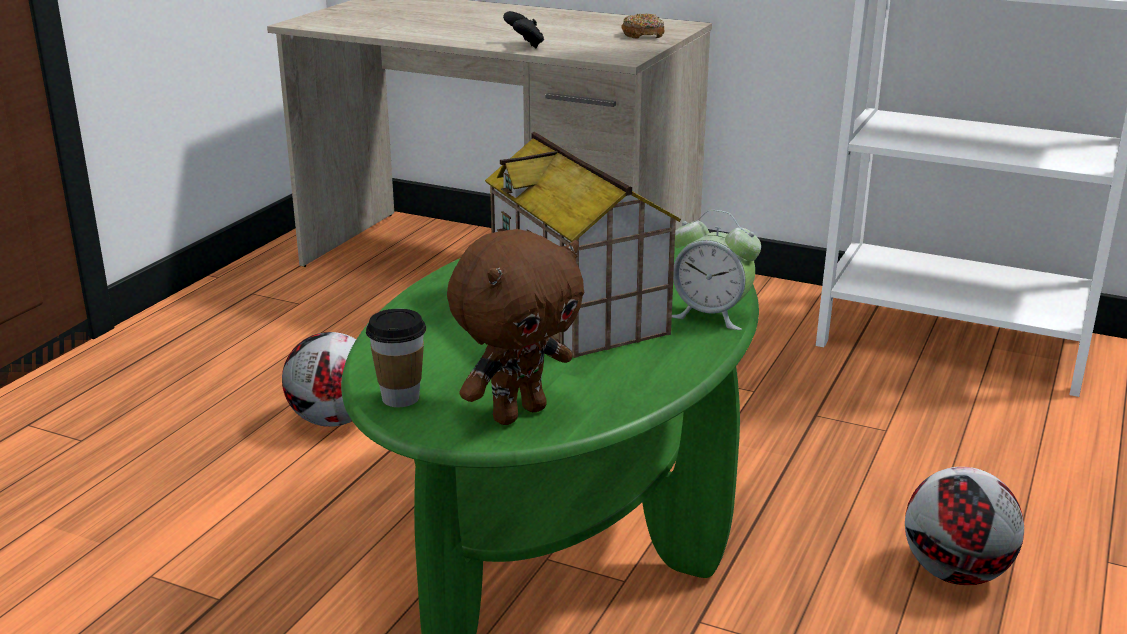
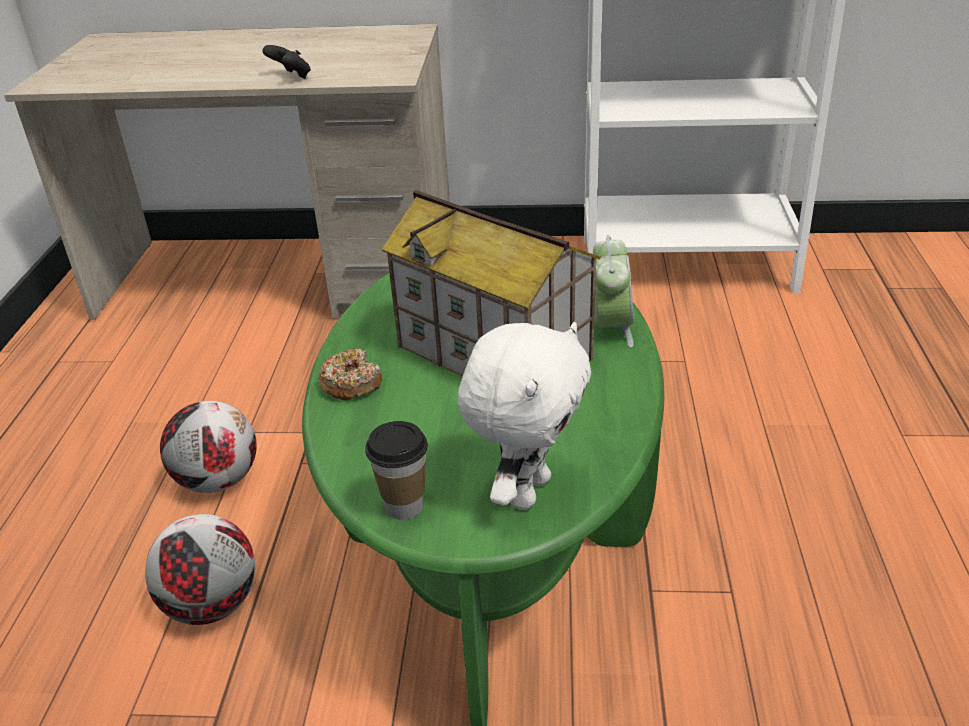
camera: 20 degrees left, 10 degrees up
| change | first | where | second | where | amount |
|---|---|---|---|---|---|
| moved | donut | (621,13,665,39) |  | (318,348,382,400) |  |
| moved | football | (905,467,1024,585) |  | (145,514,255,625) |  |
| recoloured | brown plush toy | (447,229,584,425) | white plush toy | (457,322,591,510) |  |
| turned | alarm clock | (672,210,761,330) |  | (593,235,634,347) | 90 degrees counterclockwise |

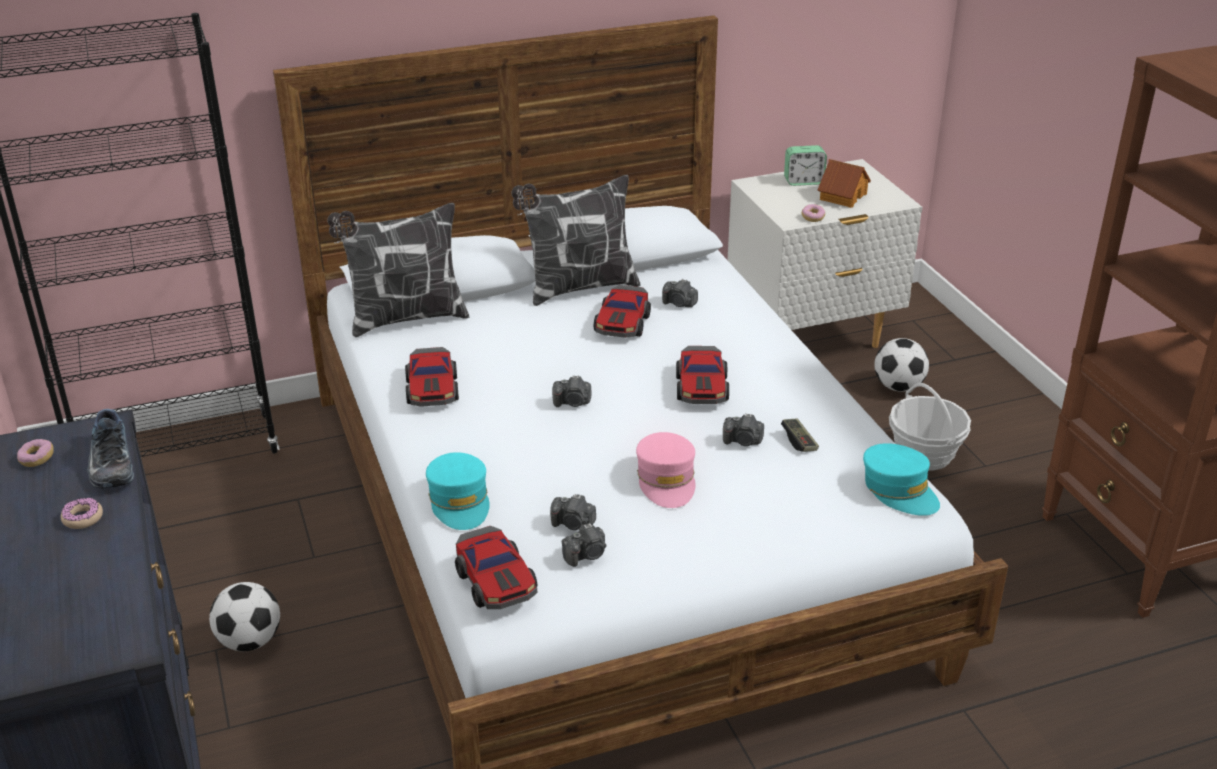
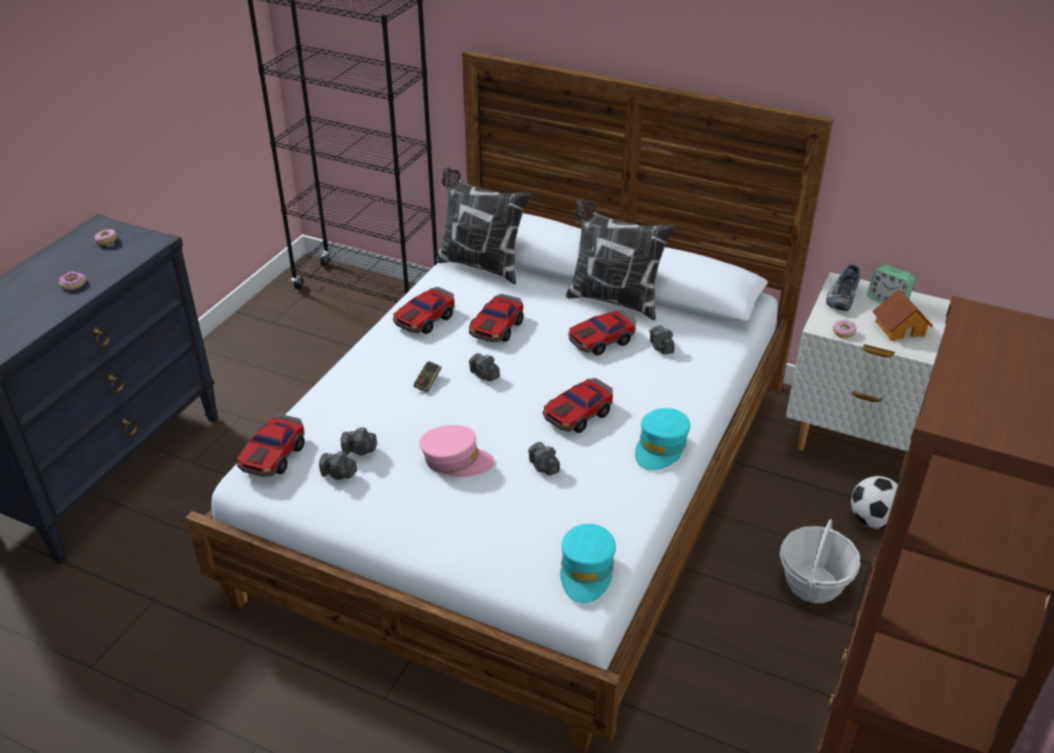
camera: 45 degrees right, 5 degrees up
| change | first | where | second | where | amount |
|---|---|---|---|---|---|
| removed | football | (209,582,280,651) |  |  |  |
| added |  |  | toy car | (469,294,524,342) |  |
| moved | shoe | (87,409,134,489) |  | (826,264,860,311) |  |
| moved | turquoise cap | (426,452,490,530) |  | (635,408,690,470) |  |
| moved | game controller | (781,419,819,452) |  | (414,361,441,393) |  |
| turned | photo camera | (550,494,596,530) |  | (341,427,377,455) | 60 degrees counterclockwise |
| turned | pink cap | (636,432,696,508) |  | (420,425,494,477) | 120 degrees counterclockwise |

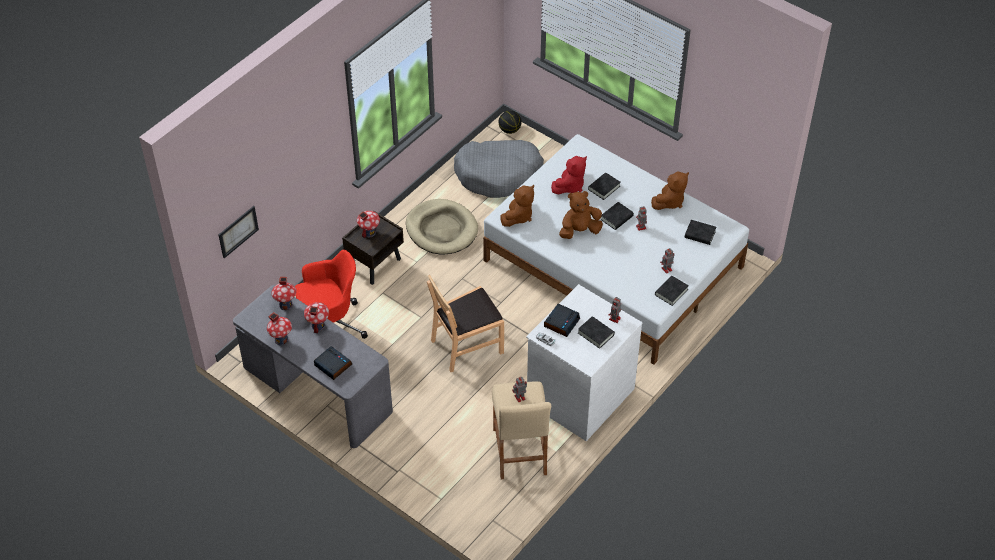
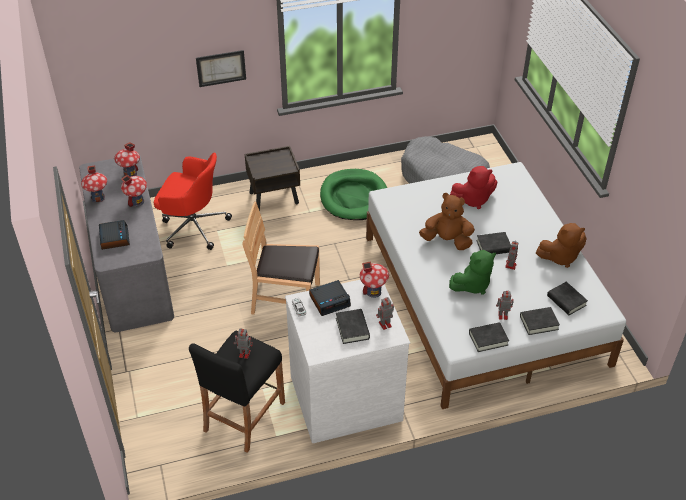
camera: 35 degrees right, 5 degrees down
| change | first | where | second | where | amount |
|---|---|---|---|---|---|
| removed | basketball | (499,111,521,134) |  |  |  |
| removed | brown plush toy | (500,185,534,227) |  |  |  |
| added |  |  | green plush toy | (449,250,496,295) |  |
| moved | picture | (218,206,259,258) |  | (196,50,246,87) |  |
| moved | toy house | (357,211,380,238) |  | (360,261,389,298) |  |
| moved | black book | (588,173,621,200) |  | (520,307,560,335) |  |
| recoloured | beige dog bed | (406,199,478,255) | green dog bed | (320,169,387,220) |  |
| recoloured | beige stool | (492,381,551,479) | black stool | (189,331,285,453) |  |

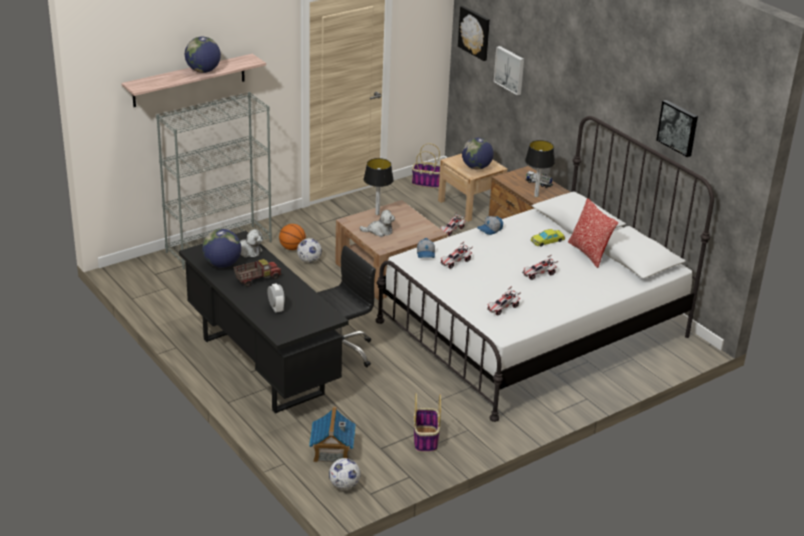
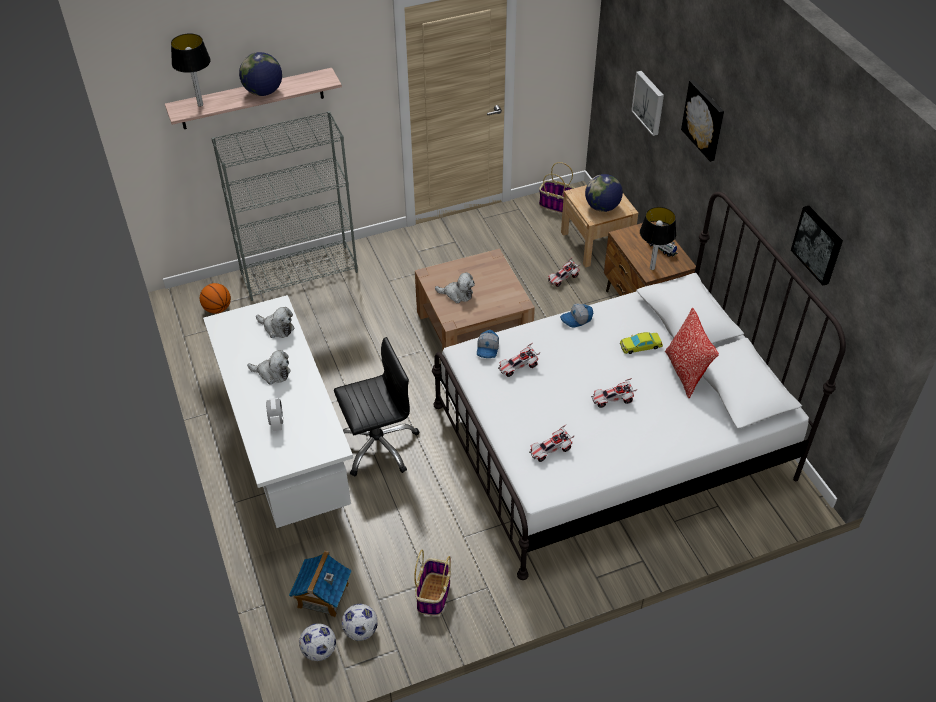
camera: 15 degrees right, 15 degrees up
| change | first | where | second | where | amount |
|---|---|---|---|---|---|
| removed | globe | (202,229,241,268) |  |  |  |
| moved | basketball | (279,224,306,250) |  | (200,283,231,314) |  |
| moved | football | (297,238,322,263) |  | (341,604,378,641) |  |
| moved | table lamp | (364,158,394,215) |  | (171,34,211,107) |  |
| moved | picture | (458,6,490,61) |  | (681,80,724,162) |  |
| replaced | toy truck | (233,259,281,287) | plush toy | (247,350,291,385) |  |
| recoloured | black desk | (179,231,348,414) | white desk | (203,295,353,528) |  |

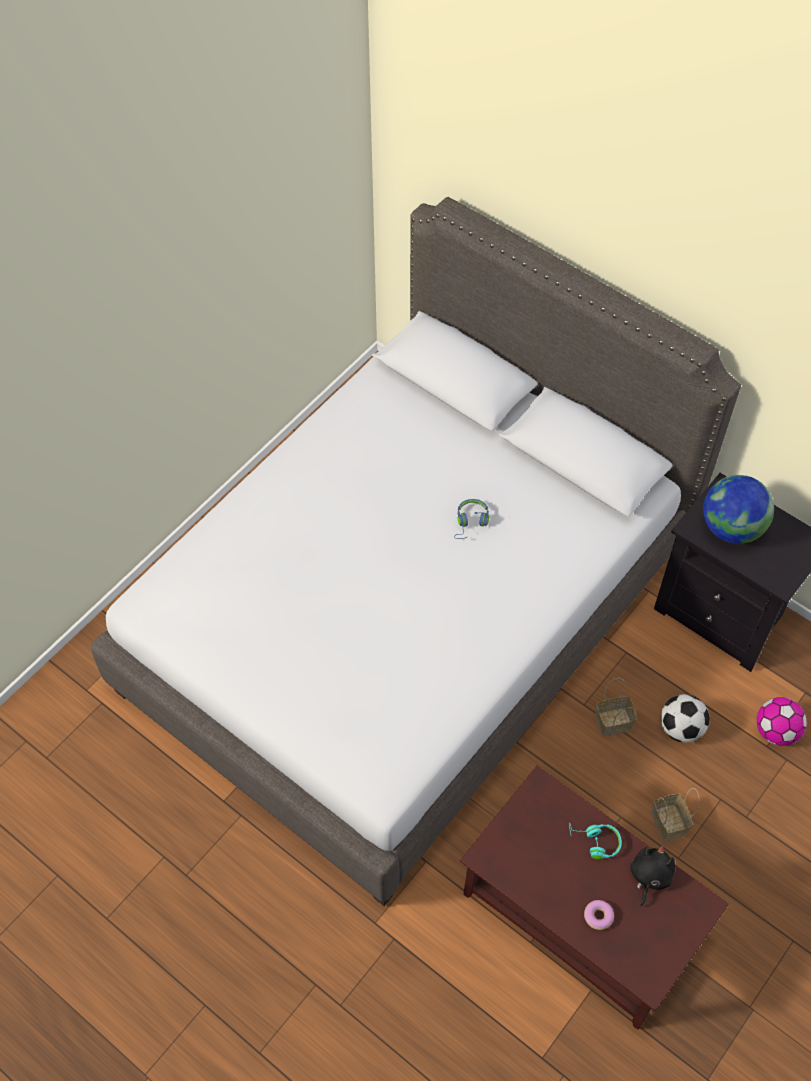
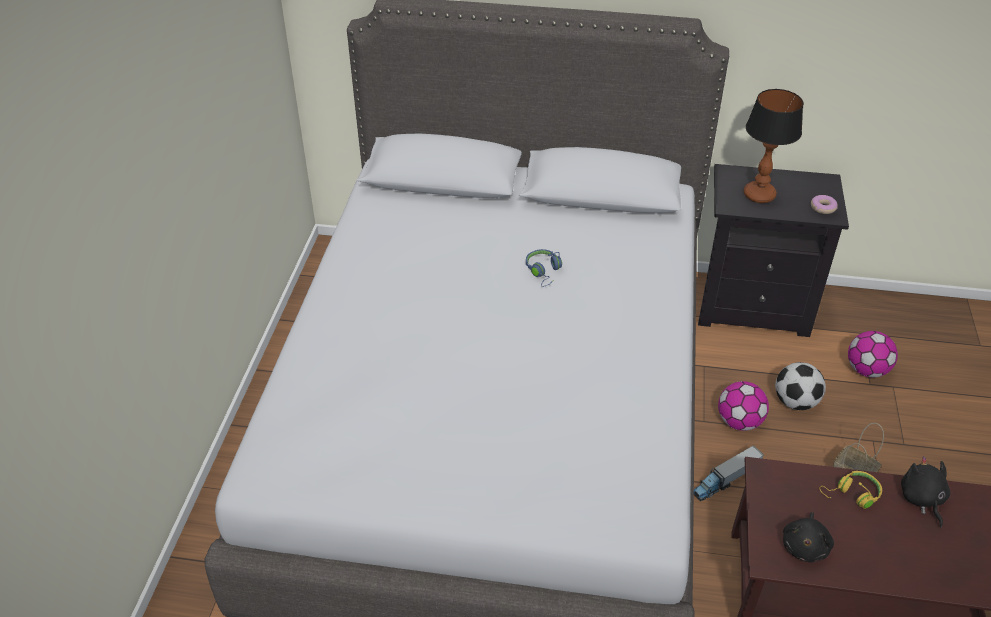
camera: 30 degrees left, 15 degrees down
| change | first | where | second | where | amount |
|---|---|---|---|---|---|
| added |  |  | toy truck | (694,445,763,501) |  |
| added |  |  | black plush toy | (783,512,834,562) |  |
| moved | donut | (584,900,614,930) |  | (811,195,838,214) |  |
| replaced | basket | (595,678,637,736) | football | (718,381,769,431) |  |
| replaced | globe | (703,475,774,544) | table lamp | (744,89,803,203) |  |
| recoloured | turquoise headphones | (569,823,622,859) | yellow headphones | (820,471,882,509) |  |

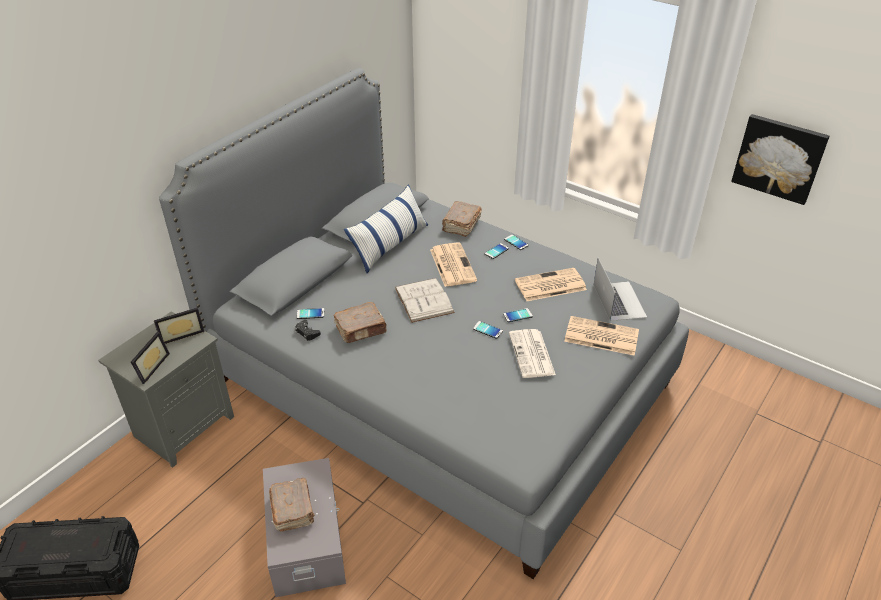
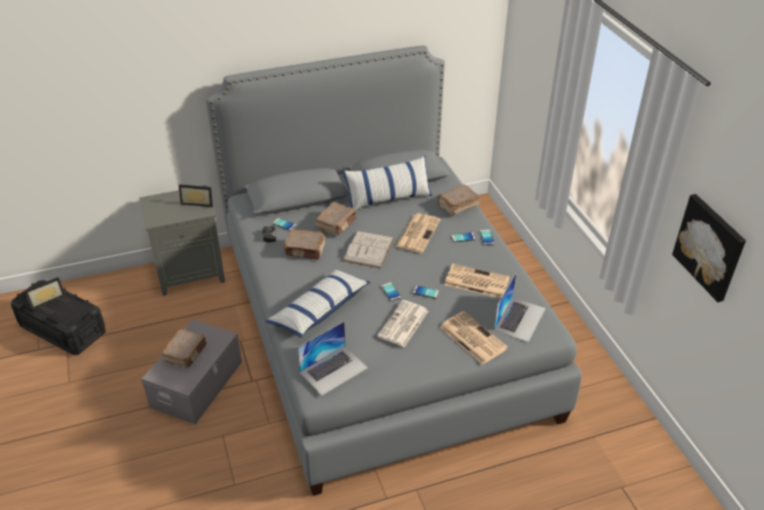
camera: 35 degrees right, 0 degrees up
| change | first | where | second | where | amount |
|---|---|---|---|---|---|
| added |  |  | pillow | (265,269,370,338) |  |
| added |  |  | laptop | (297,322,368,396) |  |
| added |  |  | brown book | (315,202,356,236) |  |
| moved | picture frame | (131,332,170,384) |  | (24,277,66,310) |  |

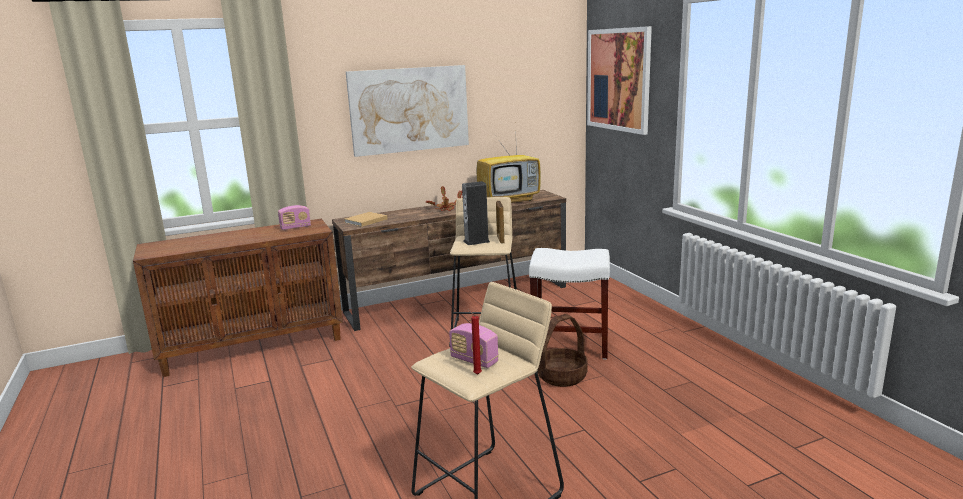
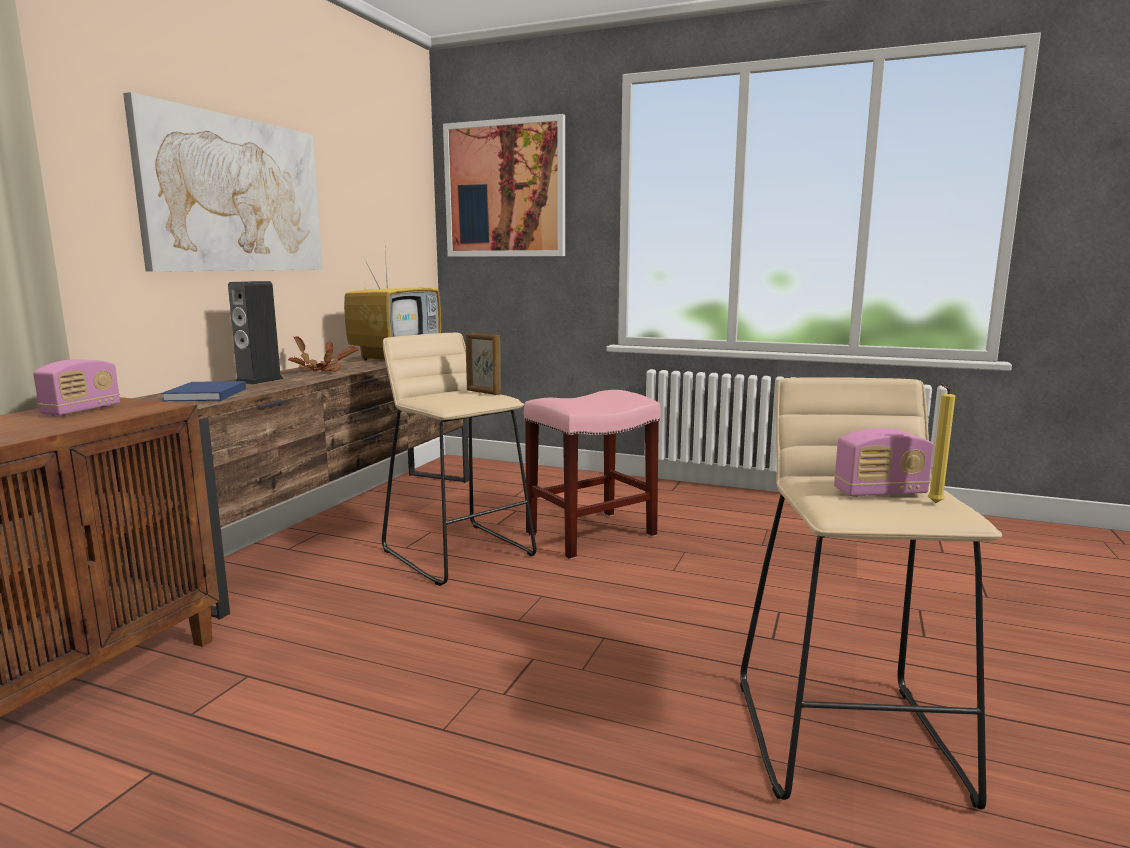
camera: 45 degrees left, 5 degrees down
| change | first | where | second | where | amount |
|---|---|---|---|---|---|
| removed | basket | (538,314,588,387) |  |  |  |
| moved | speaker | (462,181,490,245) |  | (228,281,284,385) |  |
| recoloured | beige book | (344,212,387,227) | blue book | (161,381,246,401) |  |
| recoloured | red candle | (468,310,482,375) | yellow candle | (928,383,955,503) |  |
| recoloured | white stool | (529,248,610,359) | pink stool | (524,390,661,559) |  |

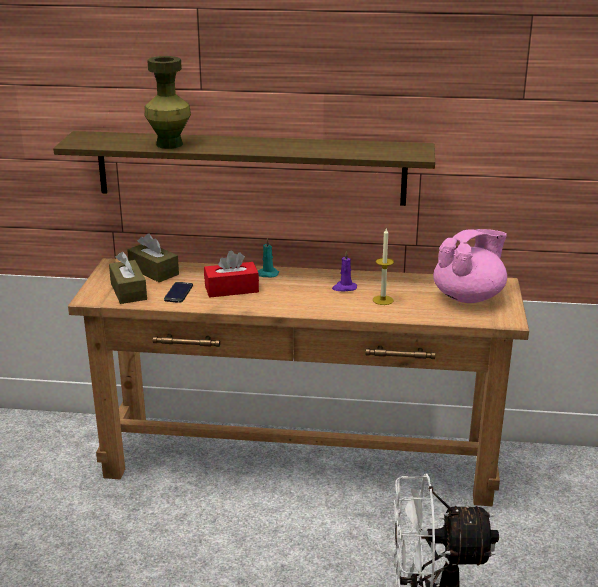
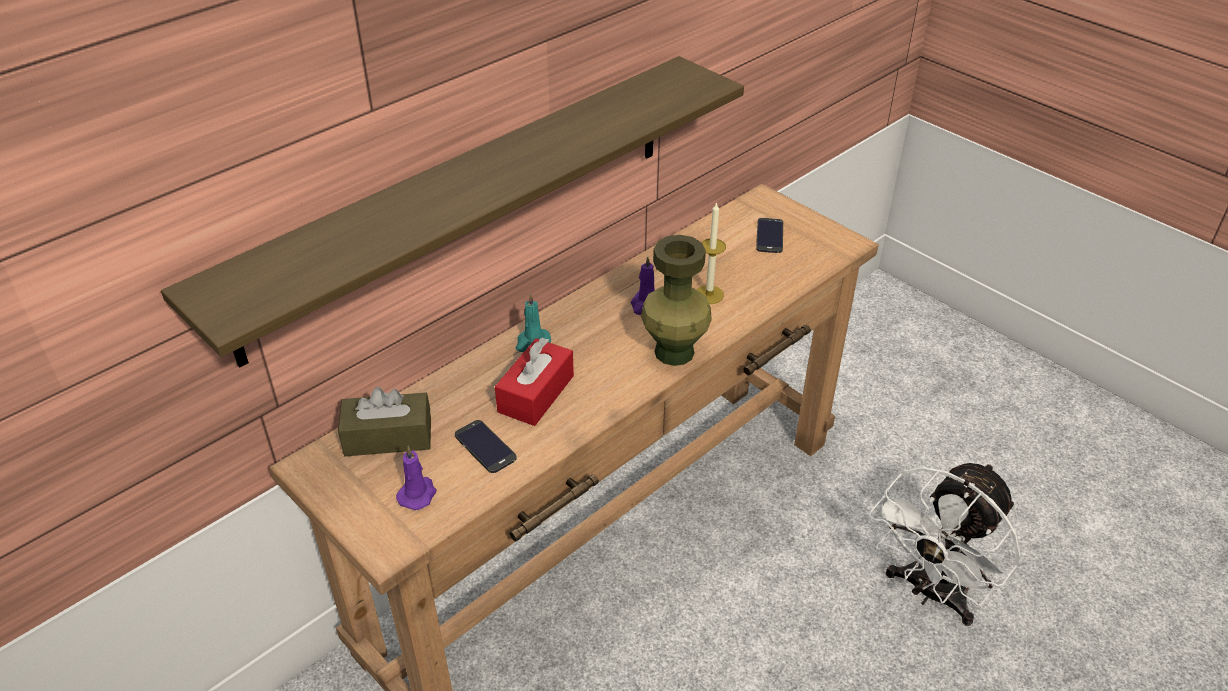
camera: 50 degrees left, 15 degrees up
| change | first | where | second | where | amount |
|---|---|---|---|---|---|
| moved | green vase | (145,56,191,149) |  | (641,235,712,366) |  |
| replaced | brown tissue box | (109,252,147,304) | purple candle | (396,446,436,510) |  |
| replaced | pink teapot | (433,229,507,303) | phone | (756,218,783,253) |  |

